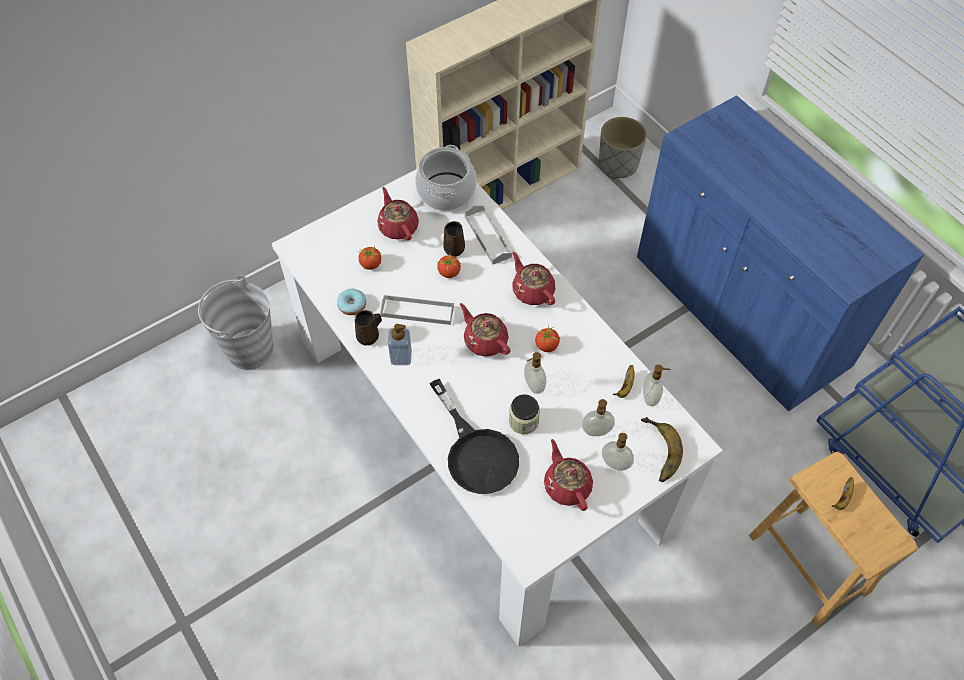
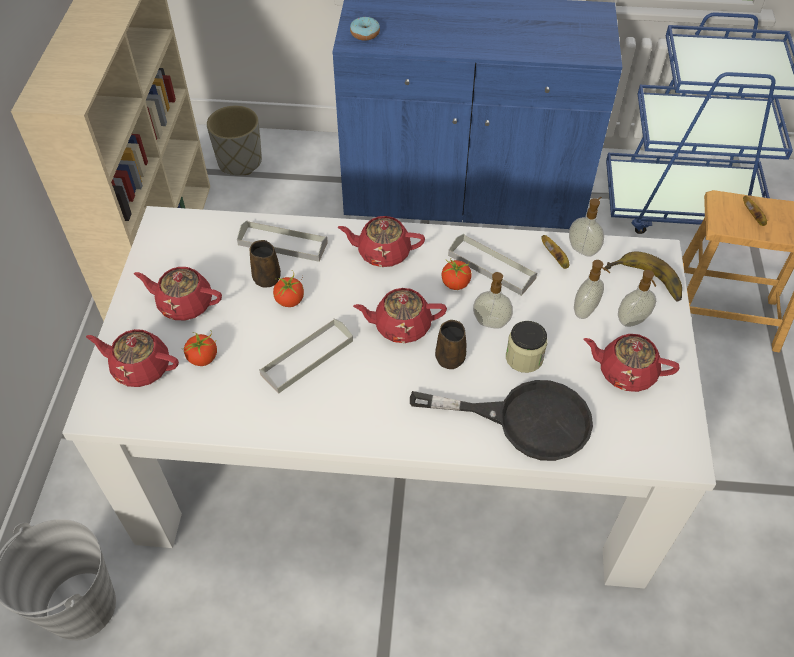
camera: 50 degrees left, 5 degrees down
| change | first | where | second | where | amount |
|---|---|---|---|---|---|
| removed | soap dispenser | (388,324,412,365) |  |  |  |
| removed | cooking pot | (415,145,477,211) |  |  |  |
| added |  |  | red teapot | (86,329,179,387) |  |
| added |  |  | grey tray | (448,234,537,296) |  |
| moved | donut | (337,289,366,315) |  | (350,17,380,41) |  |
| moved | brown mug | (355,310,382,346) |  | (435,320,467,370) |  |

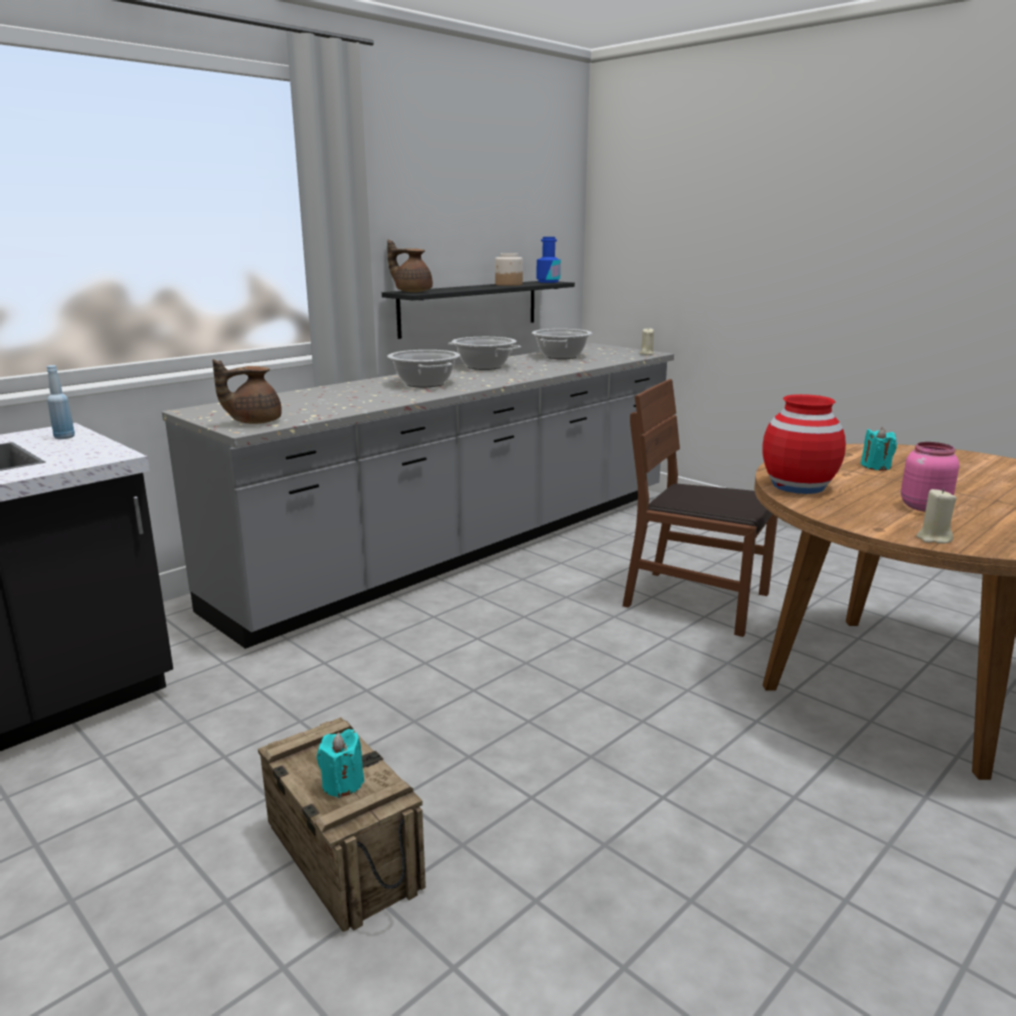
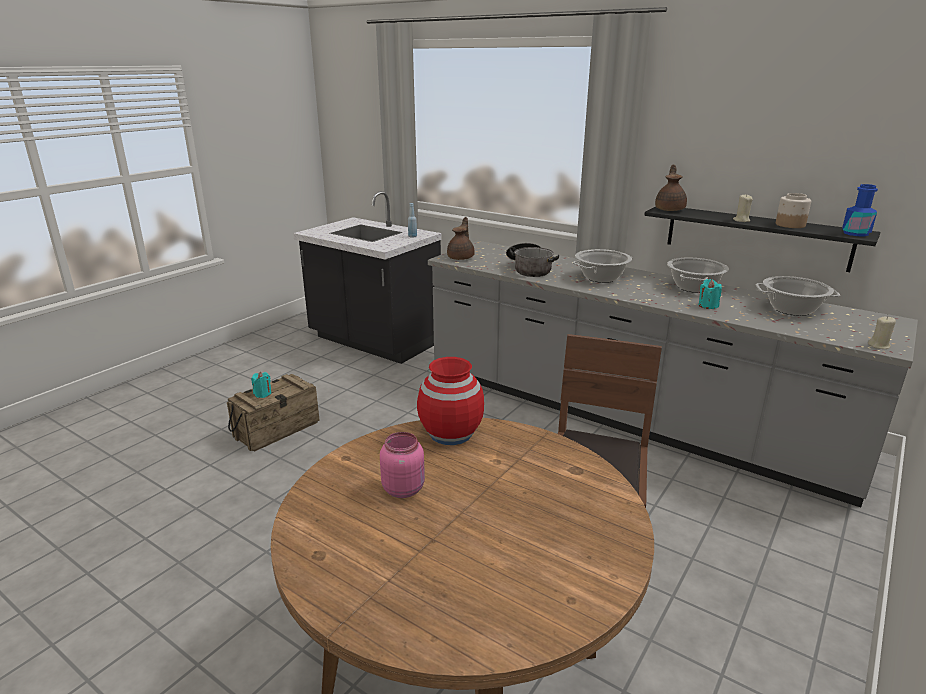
camera: 80 degrees right, 5 degrees up
| change | first | where | second | where | amount |
|---|---|---|---|---|---|
| added |  |  | cooking pot | (506,243,559,277) |  |
| moved | turquoise candle | (861,427,897,471) |  | (699,279,722,309) |  |
| moved | beige candle | (916,489,957,544) |  | (733,194,753,222) |  |
| turned | brown teapot | (213,359,282,424) |  | (447,217,475,260) | 60 degrees clockwise |

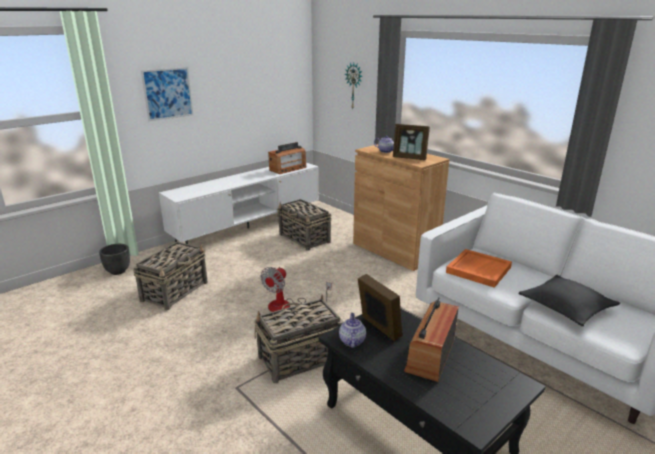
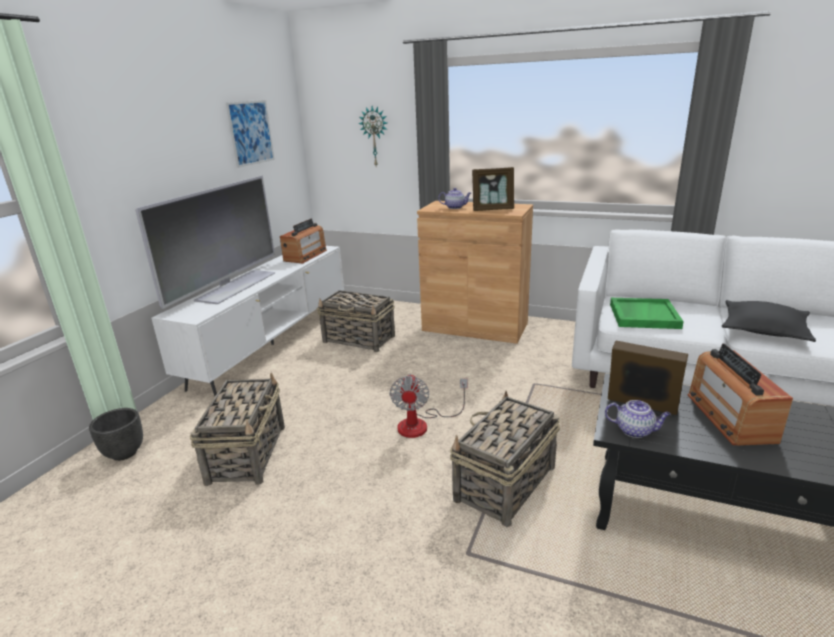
camera: 25 degrees left, 0 degrees up
| change | first | where | second | where | amount |
|---|---|---|---|---|---|
| added |  |  | television | (135,175,275,309) |  |
| moved | picture | (141,67,193,121) |  | (226,100,275,168) |  |
| recoloured | orange tray | (446,249,512,288) | green tray | (610,298,684,329) |  |
| turned | teapot | (339,313,366,348) |  | (605,400,671,438) | 135 degrees clockwise |

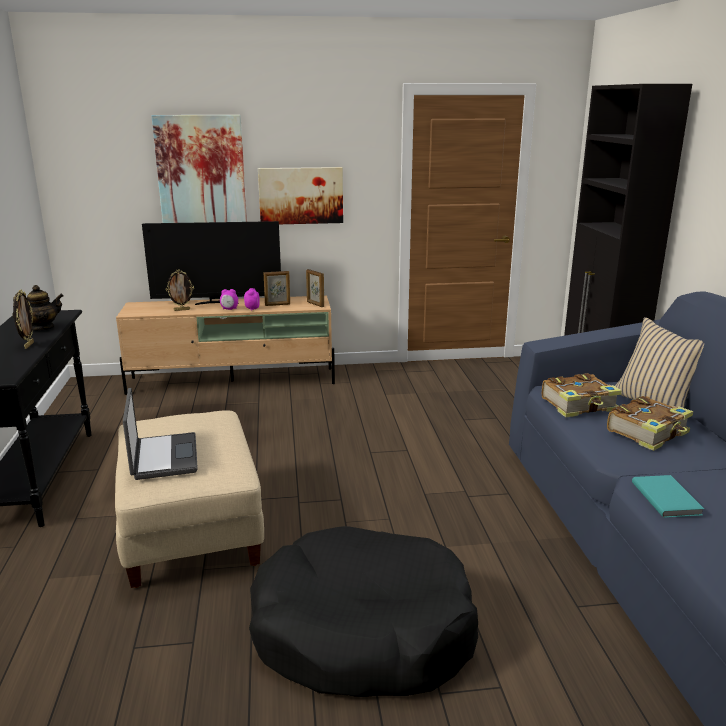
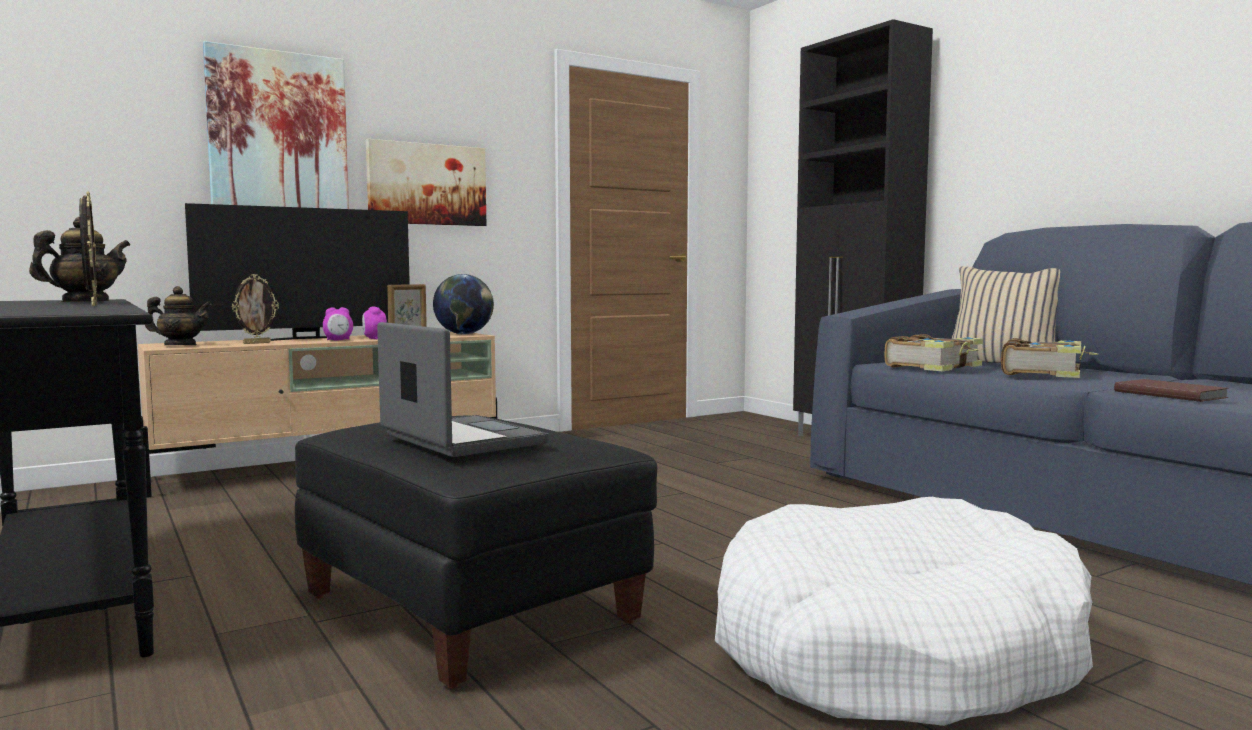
camera: 25 degrees left, 15 degrees down
| change | first | where | second | where | amount |
|---|---|---|---|---|---|
| added |  |  | teapot | (145,286,212,345) |  |
| replaced | picture frame | (306,269,324,307) | globe | (433,274,494,335) |  |
| recoloured | beige ottoman | (115,411,264,588) | black ottoman | (295,416,657,689) |  |
| recoloured | black dog bed | (249,526,478,697) | white dog bed | (715,497,1093,726) |  |
| recoloured | turquoise book | (632,475,704,518) | brown book | (1114,379,1229,402) |  |

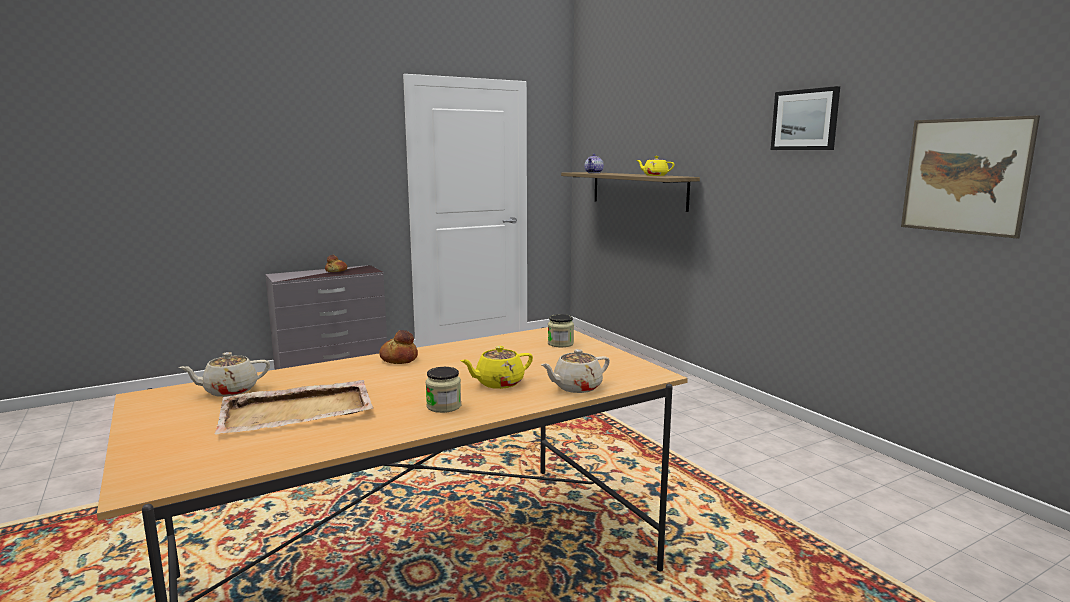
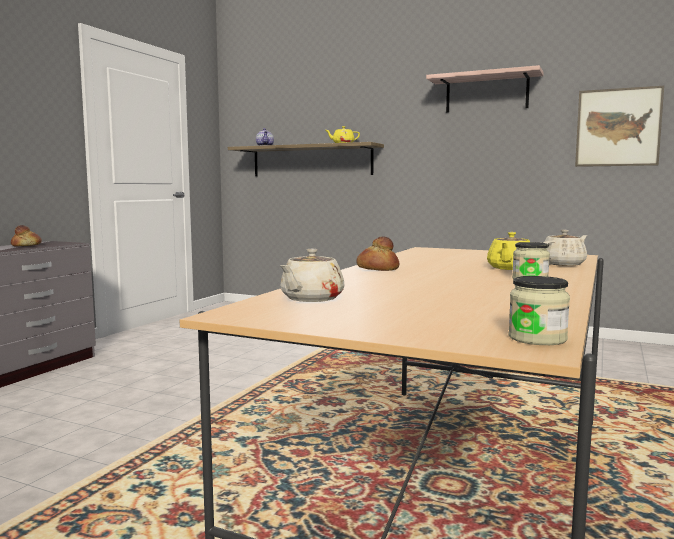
camera: 35 degrees left, 5 degrees down
| change | first | where | second | where | amount |
|---|---|---|---|---|---|
| removed | beige tray | (214,380,373,435) |  |  |  |
| moved | jar | (548,314,574,347) |  | (508,276,570,345) |  |
| replaced | picture | (771,86,840,150) | shelf | (426,65,544,113) |  |
| turned | beige teapot | (541,349,610,393) |  | (543,229,587,266) | 150 degrees counterclockwise |

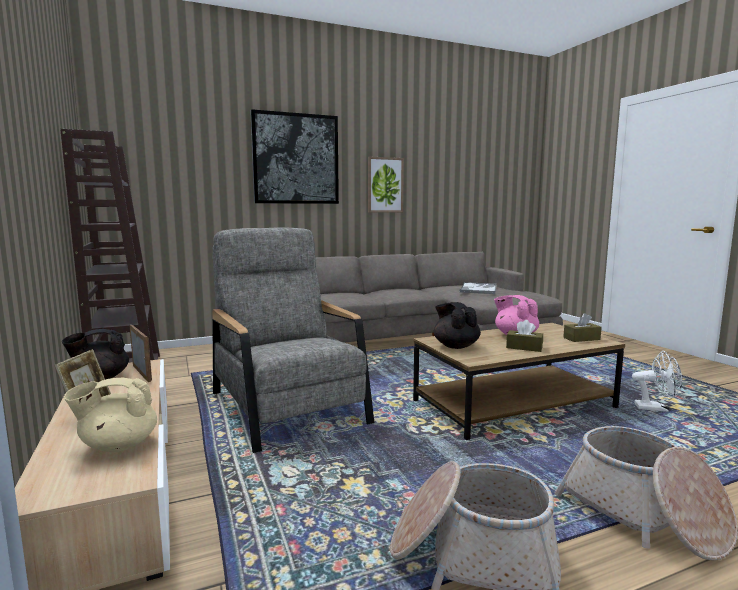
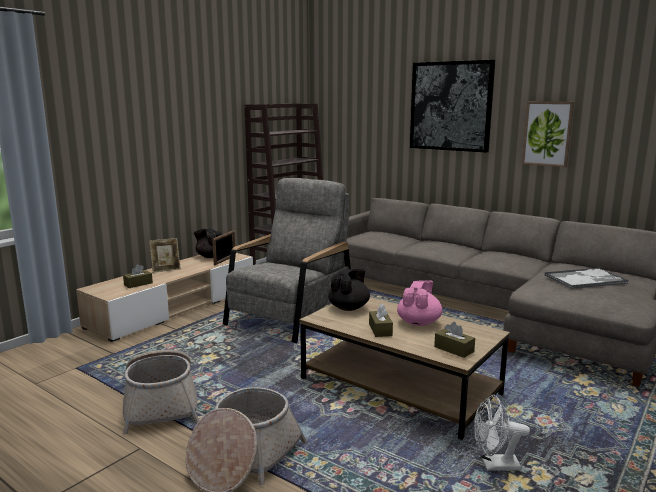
camera: 60 degrees right, 5 degrees up
| change | first | where | second | where | amount |
|---|---|---|---|---|---|
| replaced | beige teapot | (64,378,157,452) | brown tissue box | (123,264,153,288) |  |
| turned | white fan | (632,351,682,412) |  | (474,395,530,471) | 105 degrees clockwise |

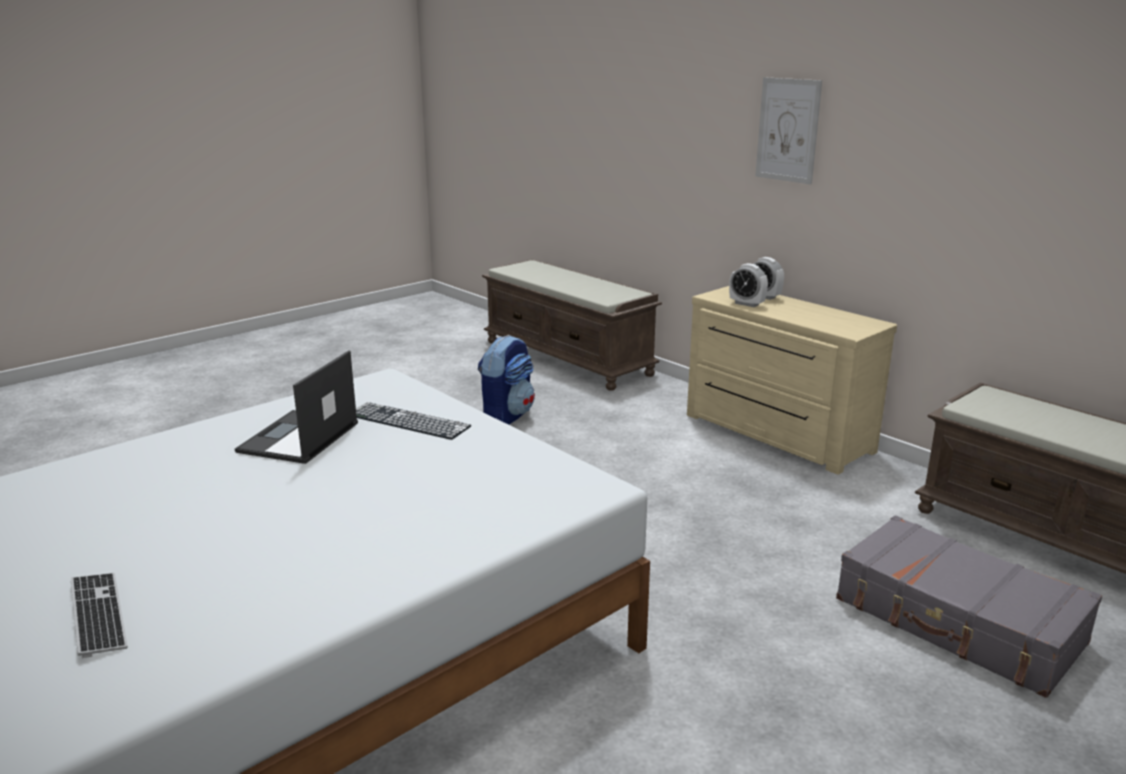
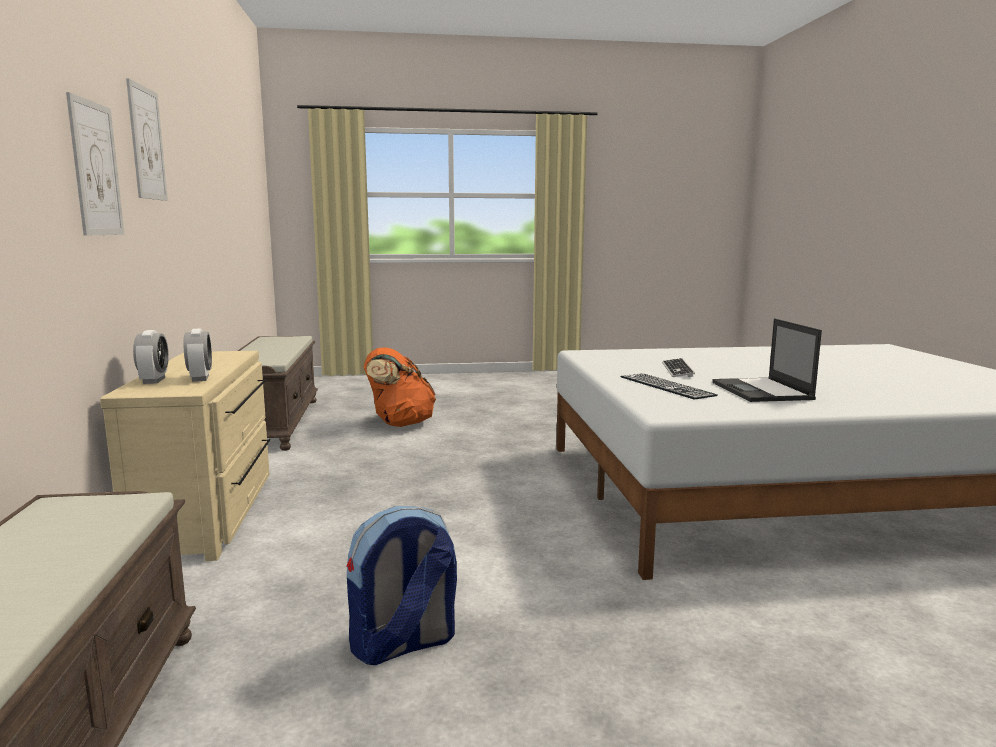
camera: 145 degrees left, 10 degrees down
| change | first | where | second | where | amount |
|---|---|---|---|---|---|
| added |  |  | picture | (126,78,168,201) |  |
| moved | keyboard | (71,573,127,658) |  | (662,358,695,377) |  |
| replaced | grey suitcase | (836,515,1102,698) | orange backpack | (364,347,436,427) |  |
| turned | laptop | (235,350,358,464) |  | (712,318,822,402) | 120 degrees clockwise |

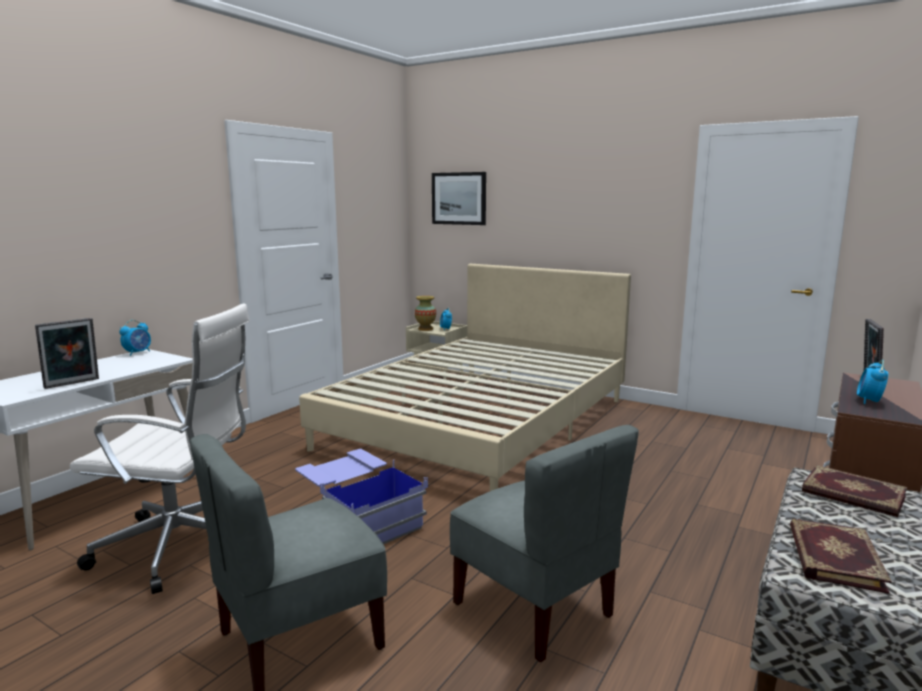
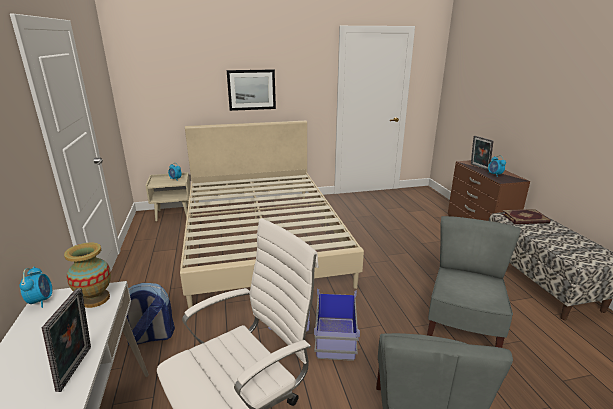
camera: 45 degrees left, 10 degrees up
| change | first | where | second | where | amount |
|---|---|---|---|---|---|
| removed | book | (790,519,892,594) |  |  |  |
| added |  |  | backpack | (127,283,175,344) |  |
| moved | vase | (415,296,436,331) |  | (64,243,111,308) |  |
| moved | picture | (432,172,486,225) |  | (227,69,276,111) |  |
| turned | grey chair | (450,425,639,663) |  | (427,216,521,348) | 75 degrees counterclockwise |

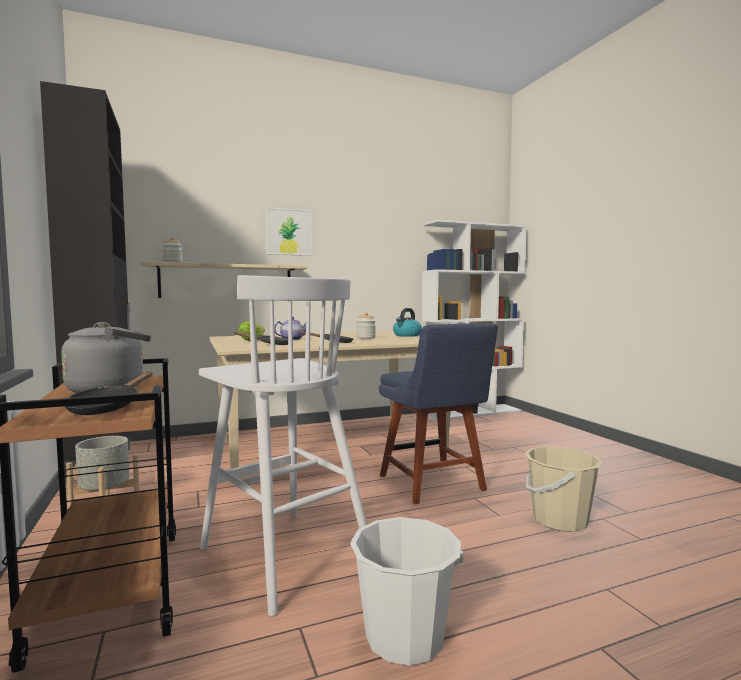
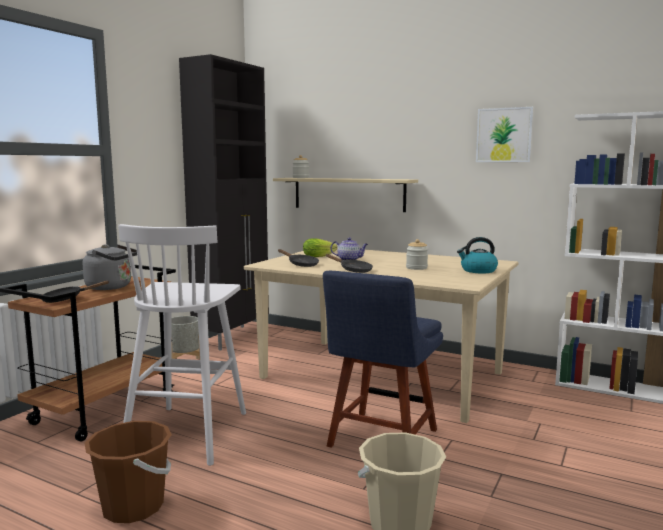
camera: 50 degrees right, 5 degrees up
| change | first | where | second | where | amount |
|---|---|---|---|---|---|
| moved | picture | (266,207,312,256) |  | (476,107,533,162) |  |
| recoloured | white bucket | (350,517,463,666) | brown bucket | (85,421,172,523) |  |

